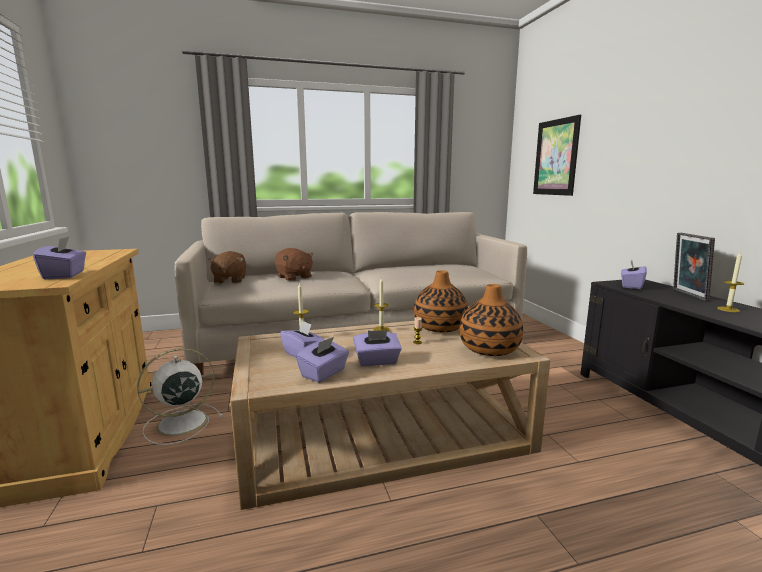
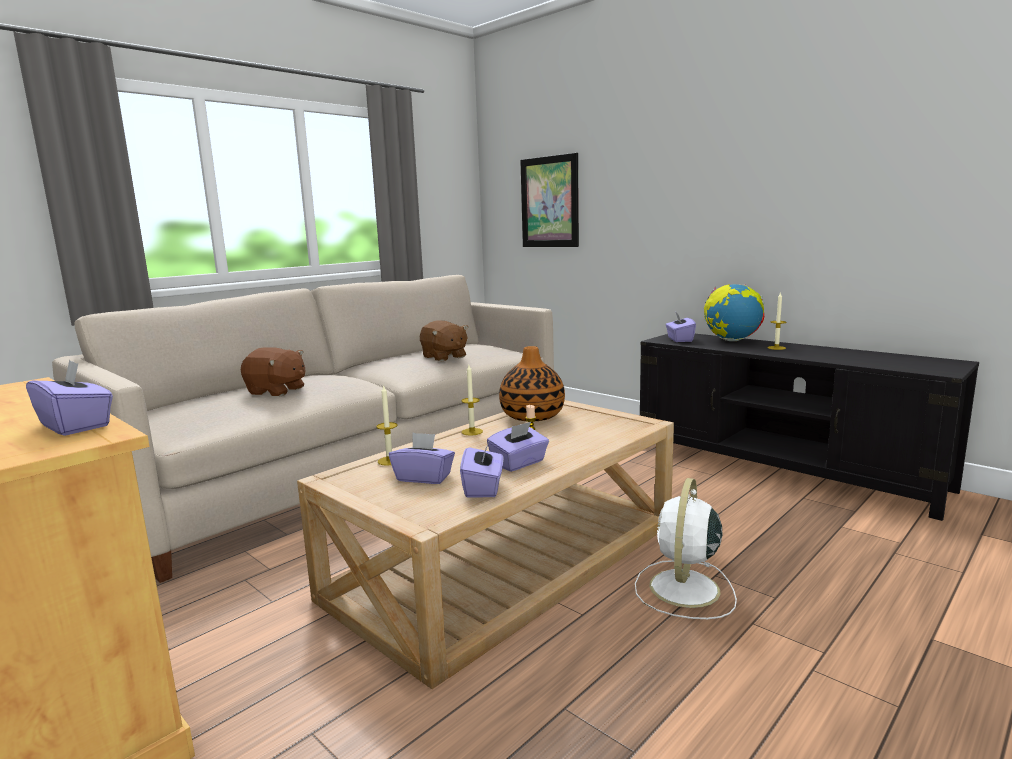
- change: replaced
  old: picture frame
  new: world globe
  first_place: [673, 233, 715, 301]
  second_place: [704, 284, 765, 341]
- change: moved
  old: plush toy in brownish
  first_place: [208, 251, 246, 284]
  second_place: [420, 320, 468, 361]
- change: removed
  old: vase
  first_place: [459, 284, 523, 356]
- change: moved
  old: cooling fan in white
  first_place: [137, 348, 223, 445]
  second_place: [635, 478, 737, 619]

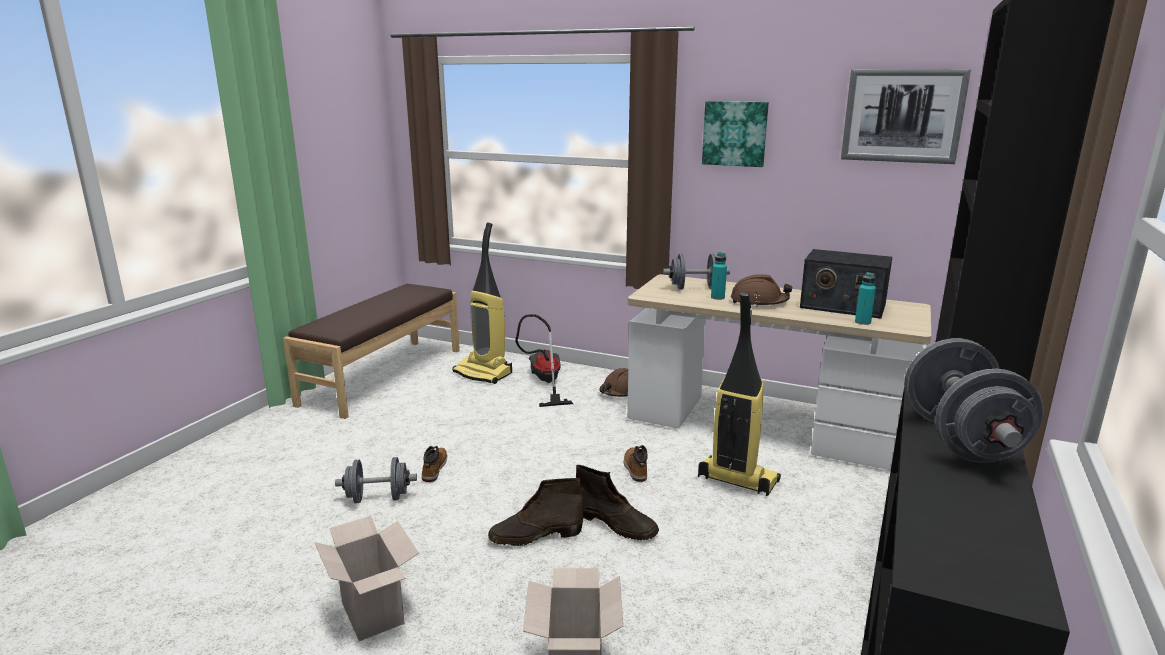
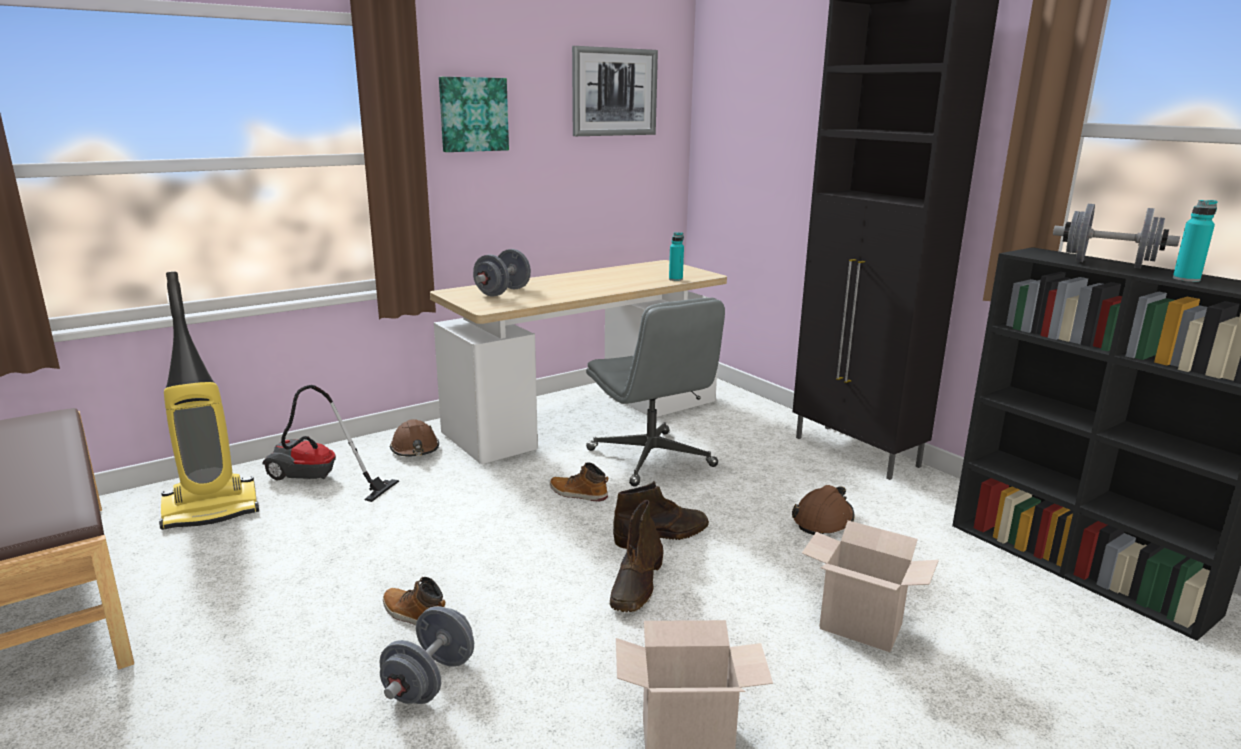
- change: removed
  old: radio
  first_place: [800, 249, 892, 319]
- change: moved
  old: drink bottle in blue-green
  first_place: [711, 252, 727, 300]
  second_place: [1173, 200, 1218, 282]
- change: moved
  old: safety helmet in brownish
  first_place: [731, 274, 792, 307]
  second_place: [792, 485, 854, 535]
- change: replaced
  old: vacuum
  new: desk chair in gray
  first_place: [698, 291, 781, 496]
  second_place: [586, 298, 725, 487]

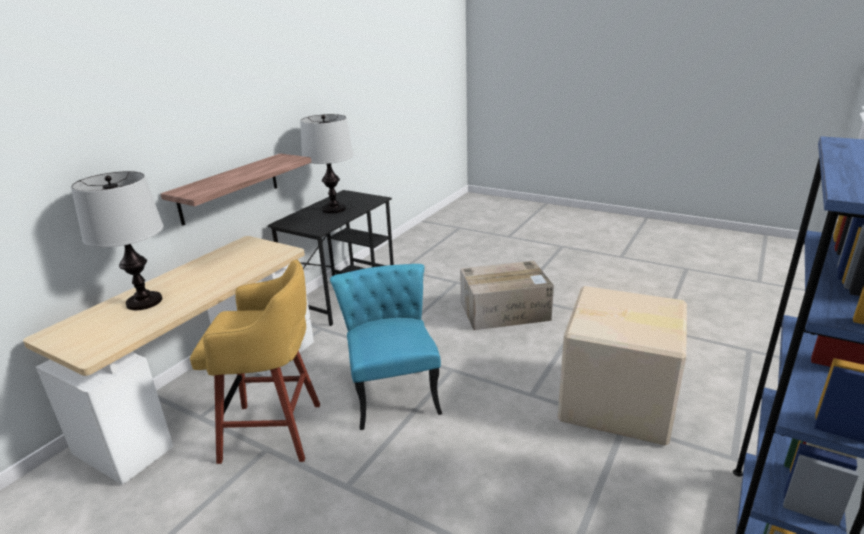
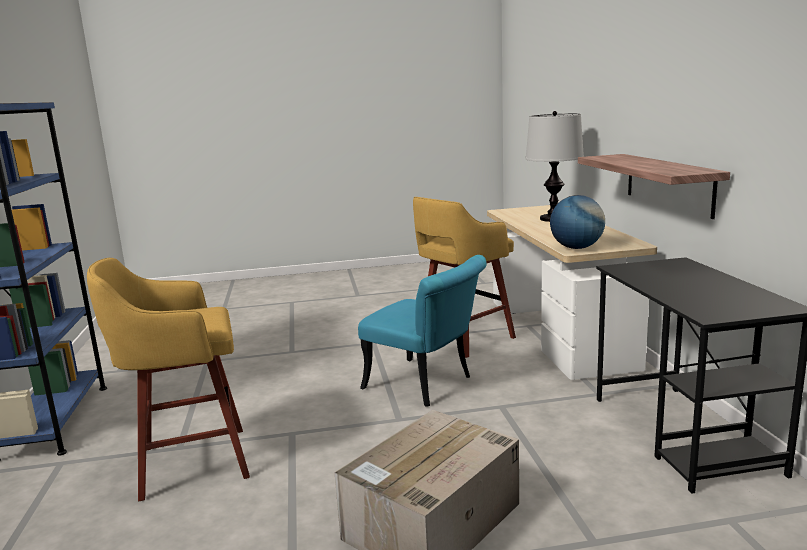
- change: removed
  old: tabletop lamp
  first_place: [300, 114, 354, 213]
- change: replaced
  old: cardboard box
  new: stool seat in yellowish
  first_place: [558, 286, 687, 445]
  second_place: [87, 258, 250, 501]
- change: added
  new: world globe
  second_place: [550, 195, 605, 249]

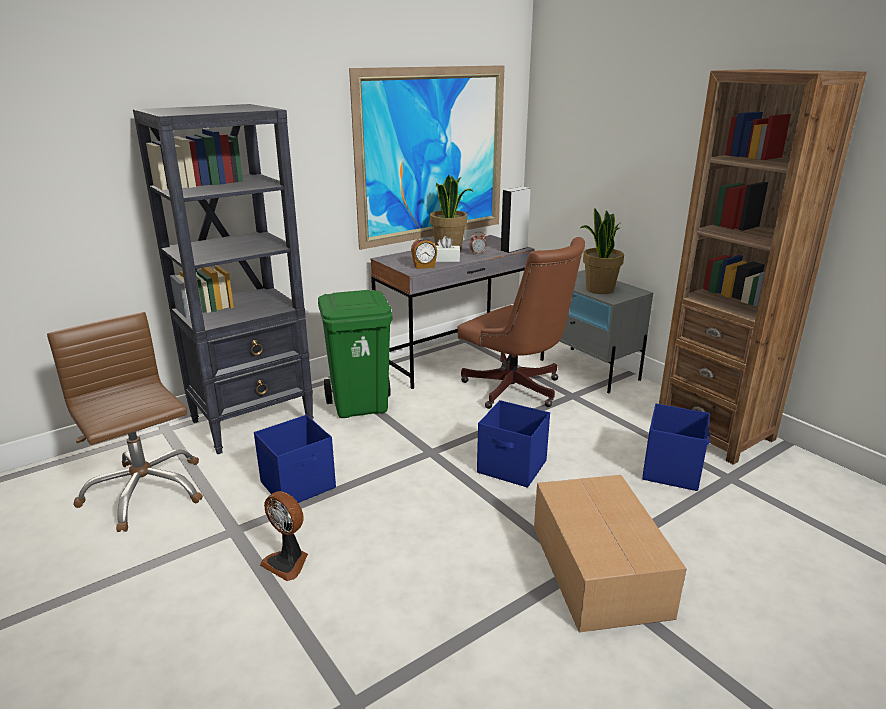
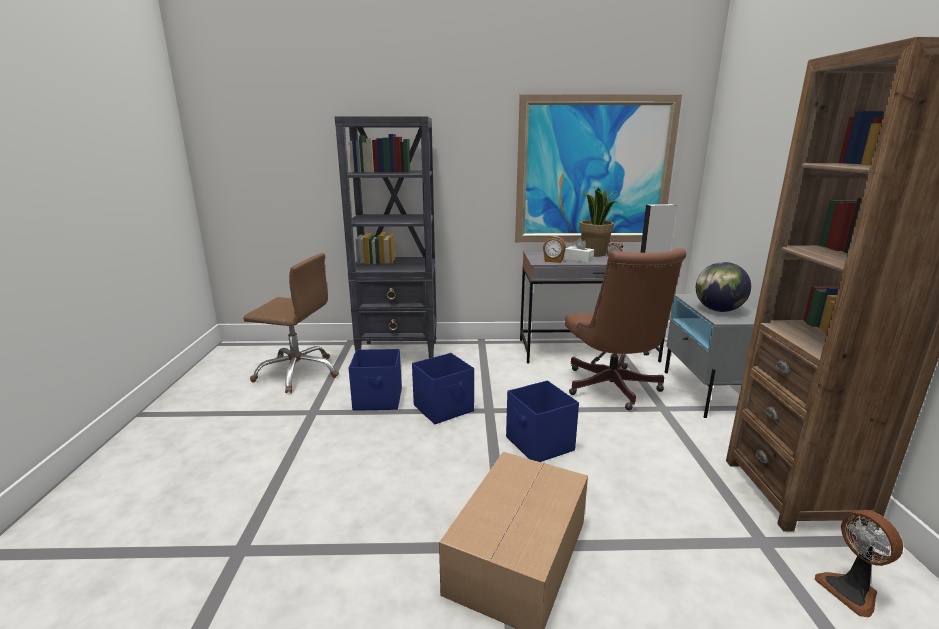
- change: replaced
  old: houseplant
  new: world globe
  first_place: [580, 208, 624, 294]
  second_place: [696, 262, 751, 312]
- change: removed
  old: waste bin in green-coloured
  first_place: [318, 290, 393, 418]
- change: turned
  old: desk chair in brownish
  first_place: [47, 312, 203, 532]
  second_place: [243, 253, 339, 393]
  degrees: 105
- change: moved
  old: storage bin in blue-coloured
  first_place: [642, 404, 711, 491]
  second_place: [412, 353, 474, 424]
- change: moved
  old: cooling fan
  first_place: [260, 491, 308, 581]
  second_place: [814, 510, 903, 617]

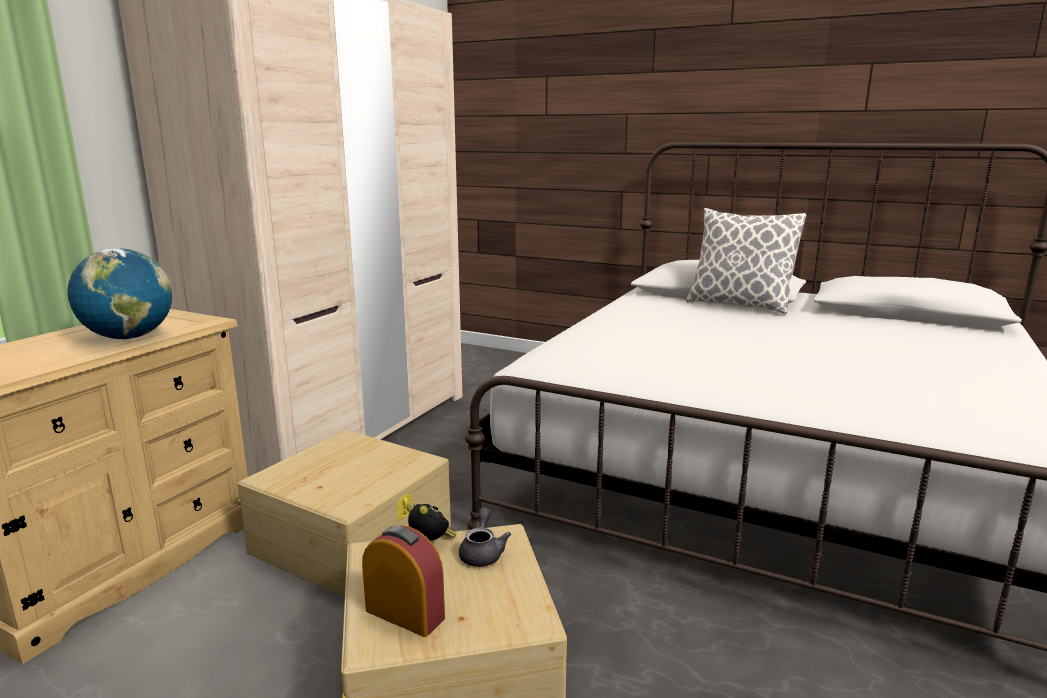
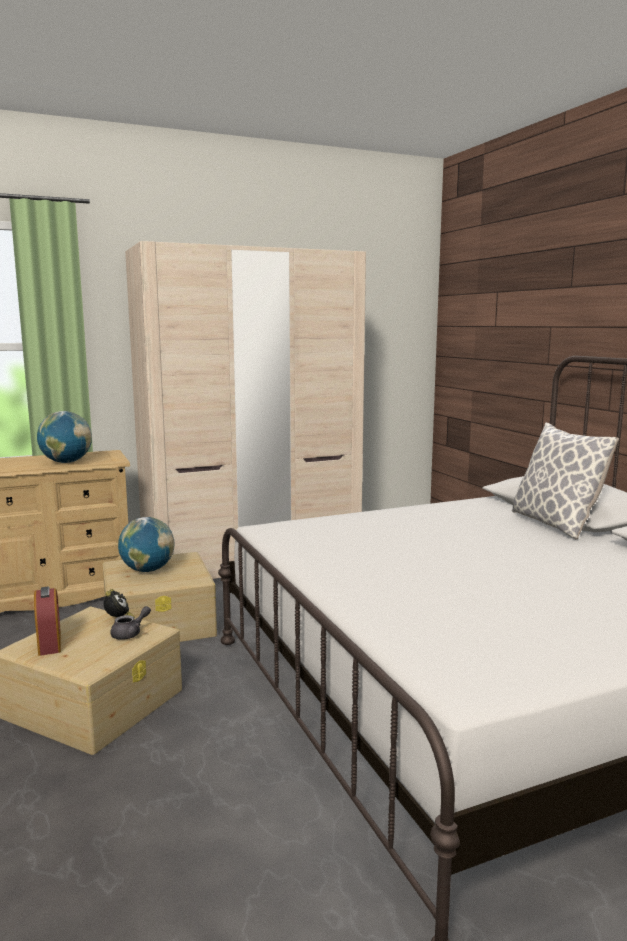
- change: added
  new: world globe
  second_place: [118, 517, 175, 572]

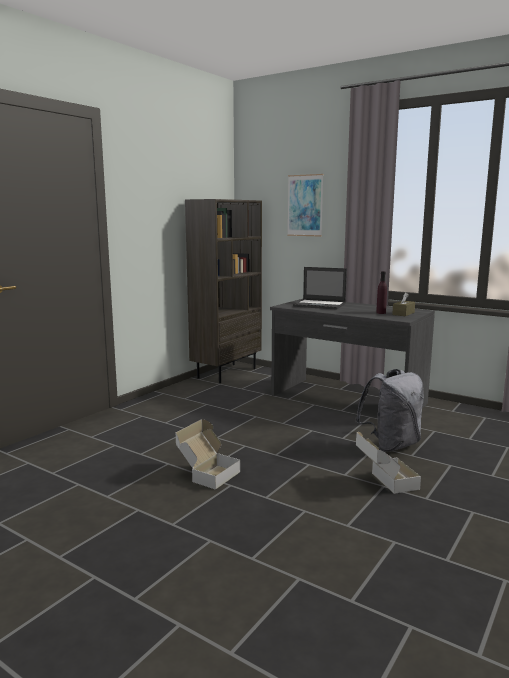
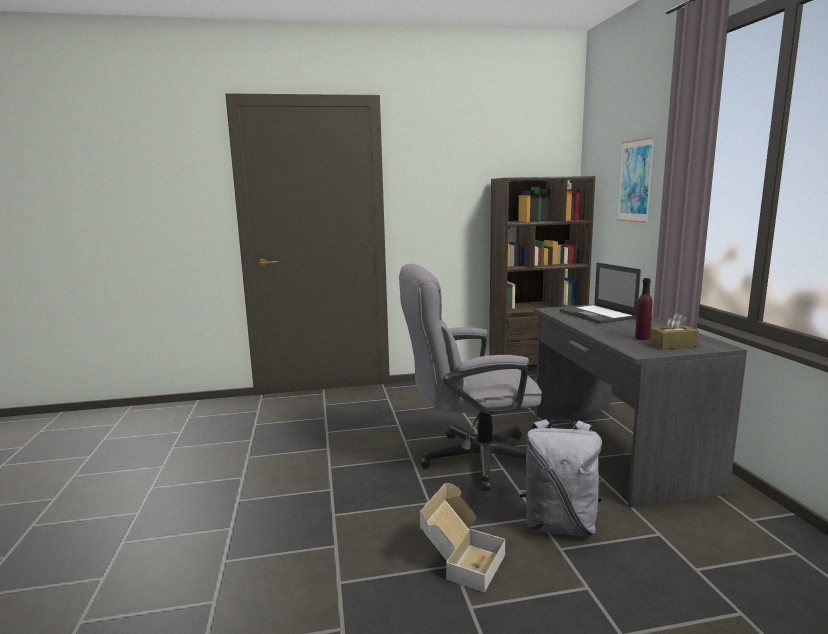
- change: removed
  old: cardboard box
  first_place: [176, 419, 240, 490]
- change: added
  new: desk chair in gray
  second_place: [399, 264, 542, 491]

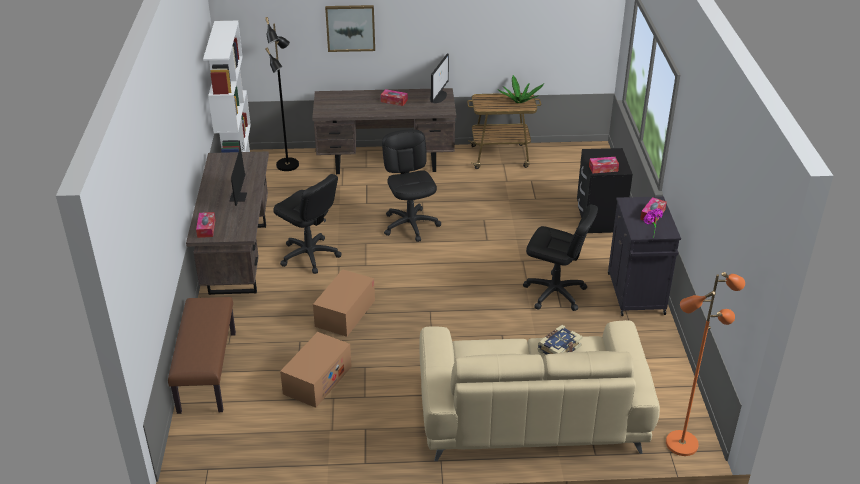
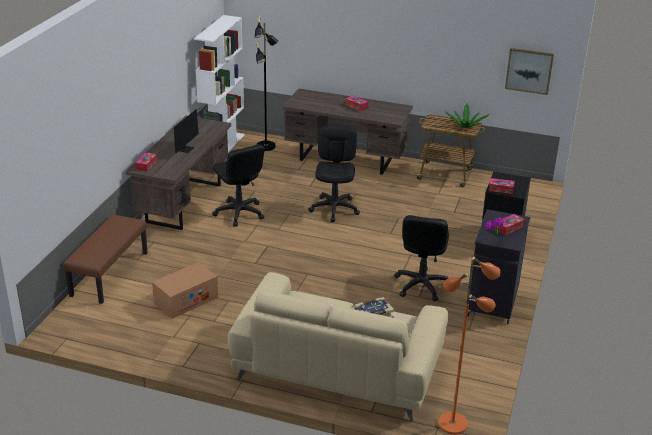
- change: moved
  old: wall picture
  first_place: [325, 5, 375, 52]
  second_place: [505, 48, 554, 95]
- change: removed
  old: computer screen
  first_place: [430, 54, 449, 103]
- change: turned
  old: desk chair in blackish
  first_place: [523, 205, 598, 311]
  second_place: [394, 215, 449, 301]
  degrees: 60
- change: removed
  old: cardboard box
  first_place: [313, 269, 375, 337]

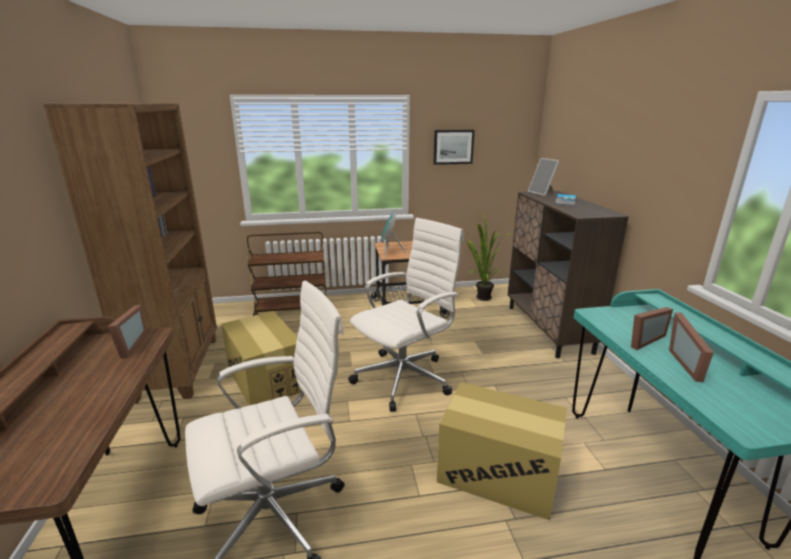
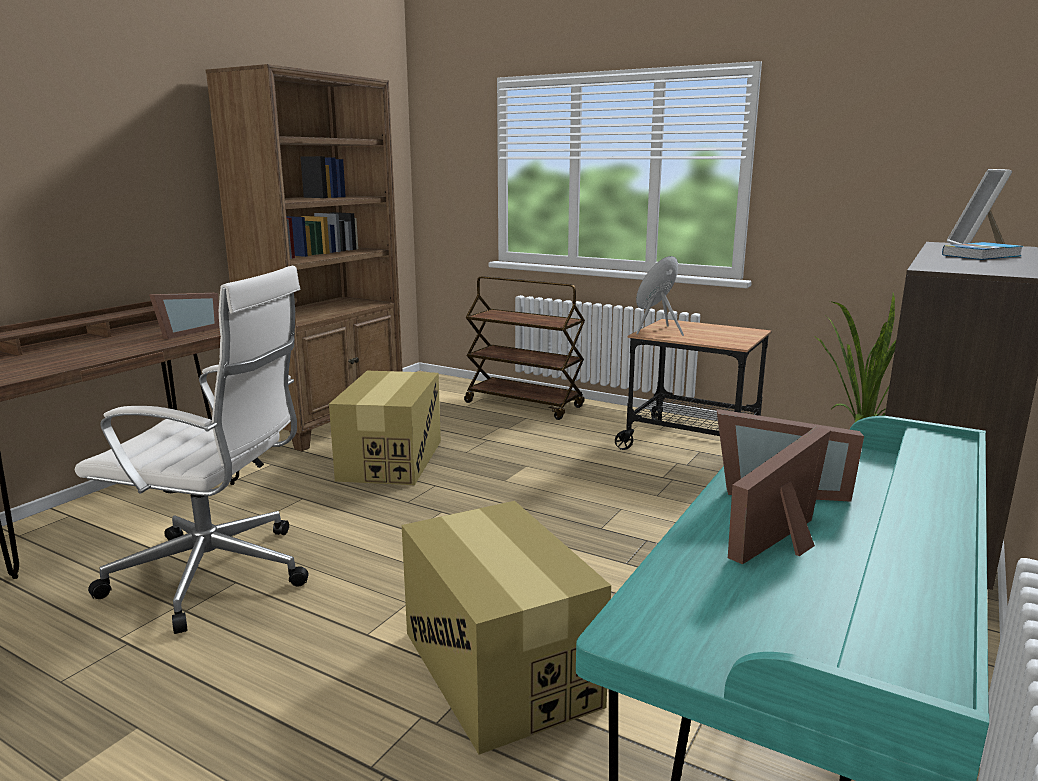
- change: removed
  old: wall picture
  first_place: [434, 130, 475, 165]
- change: removed
  old: desk chair in white
  first_place: [348, 218, 464, 412]

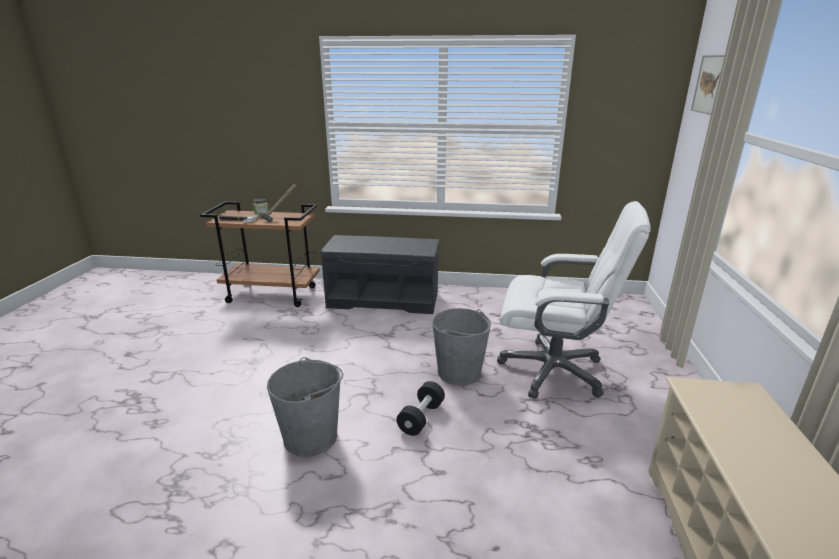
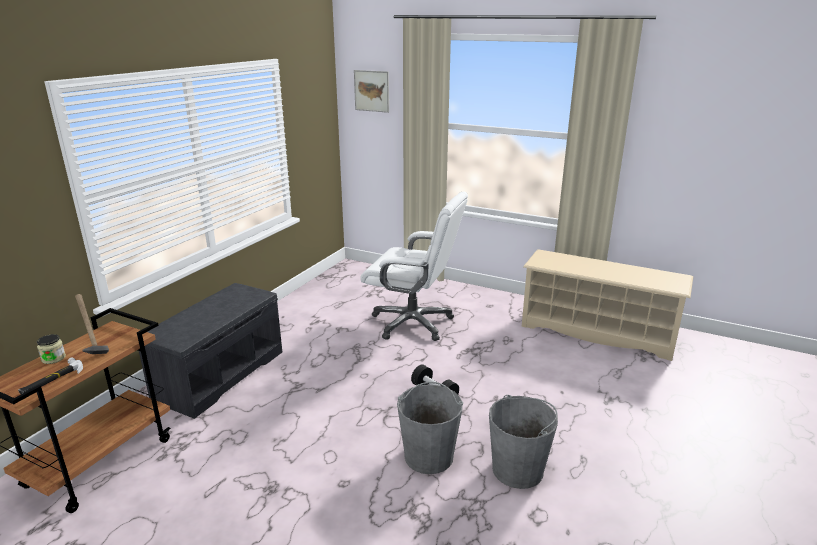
- change: turned
  old: desk chair in white
  first_place: [497, 201, 650, 399]
  second_place: [360, 192, 468, 341]
  degrees: 75
- change: moved
  old: bucket in gray
  first_place: [432, 308, 491, 385]
  second_place: [489, 395, 558, 489]

